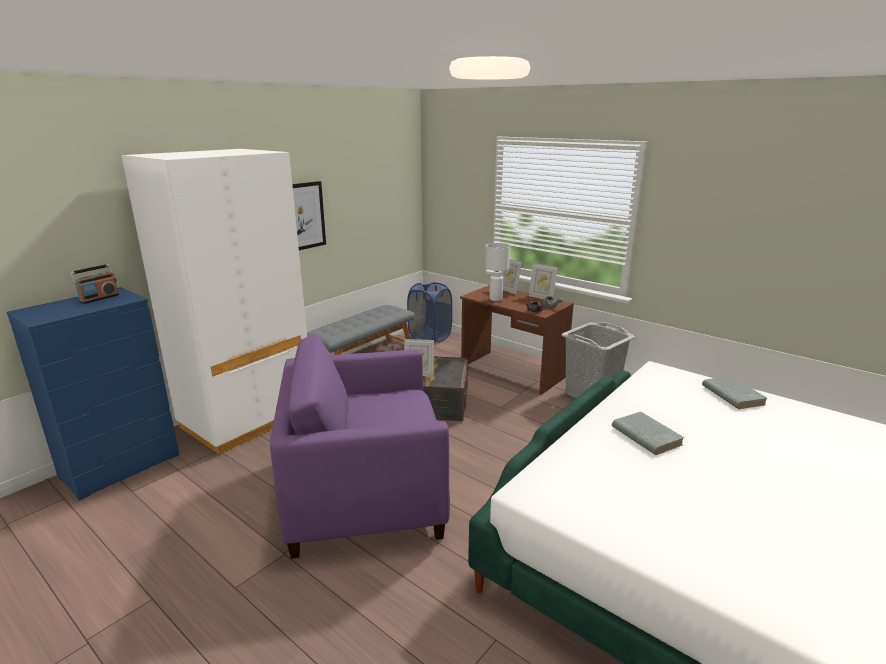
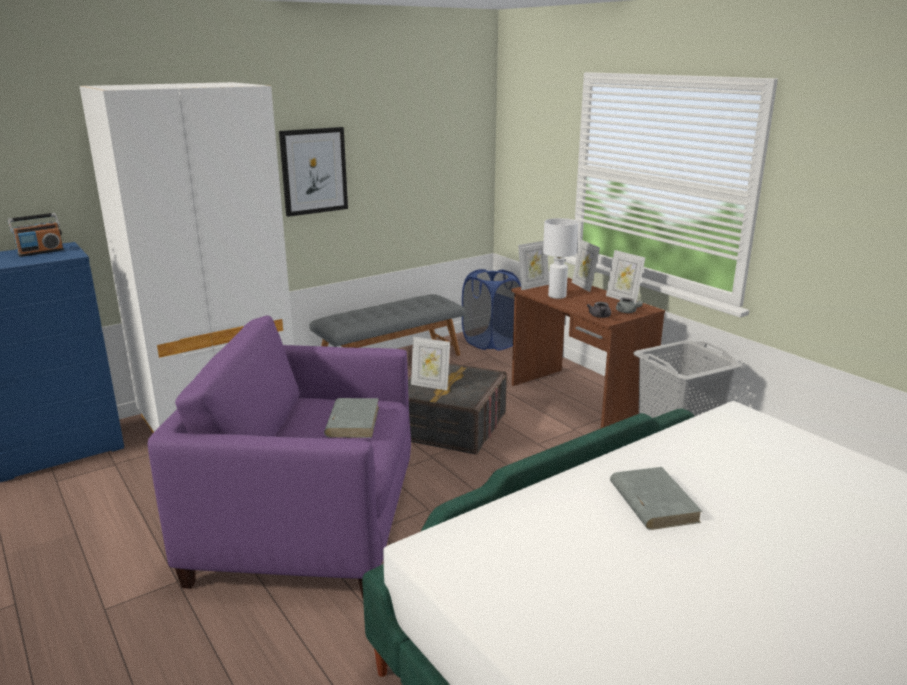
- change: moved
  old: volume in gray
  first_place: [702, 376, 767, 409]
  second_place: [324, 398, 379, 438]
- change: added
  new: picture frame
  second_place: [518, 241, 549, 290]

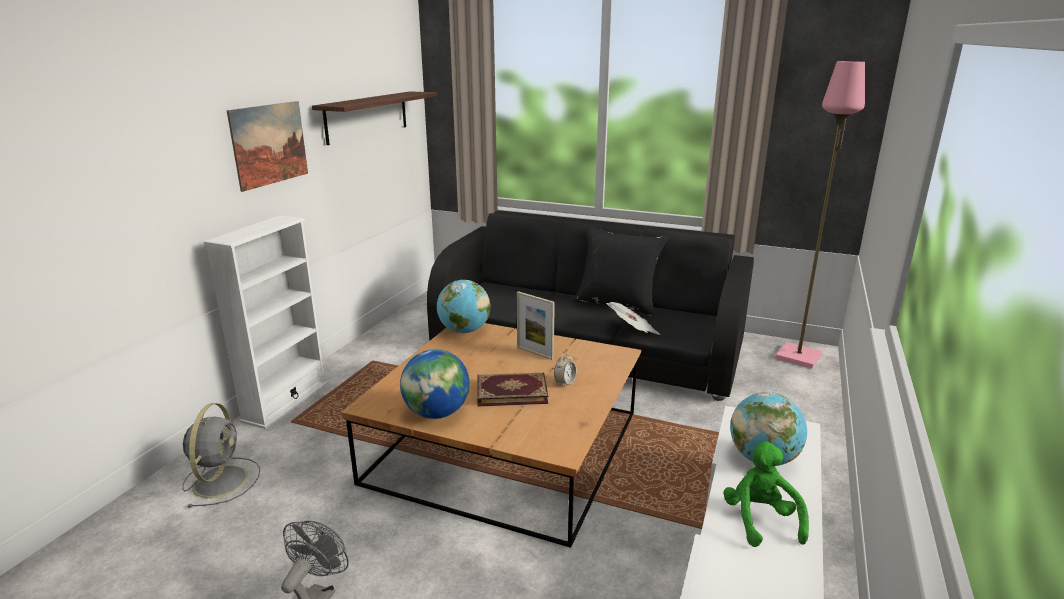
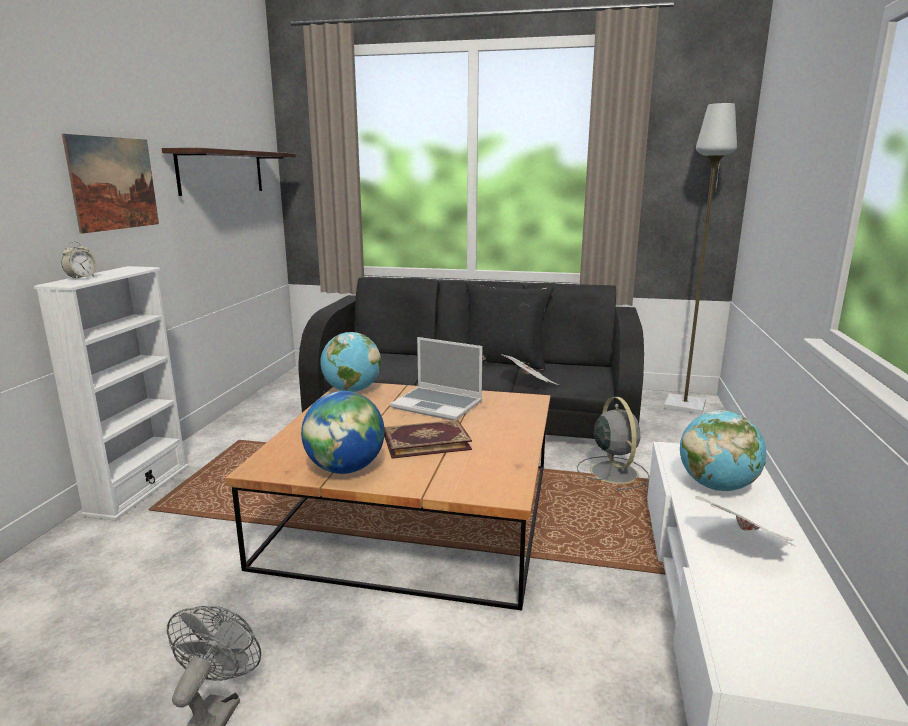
- change: recoloured
  old: standing lamp in pink-coloured
  new: standing lamp in gray
  first_place: [775, 61, 865, 369]
  second_place: [664, 103, 737, 415]
- change: replaced
  old: picture frame
  new: laptop
  first_place: [517, 291, 555, 360]
  second_place: [390, 337, 482, 420]
- change: moved
  old: bedside clock
  first_place: [554, 353, 577, 387]
  second_place: [61, 241, 97, 279]
- change: moved
  old: cooling fan in gray
  first_place: [182, 403, 260, 508]
  second_place: [577, 397, 650, 491]
- change: replaced
  old: plush toy in green-coloured
  new: printed paper
  first_place: [723, 442, 809, 547]
  second_place: [695, 496, 795, 547]

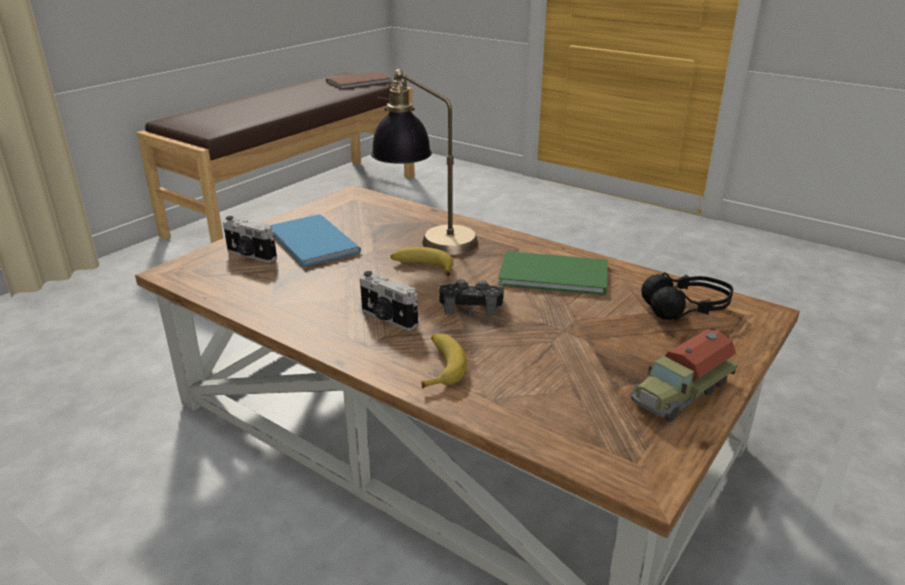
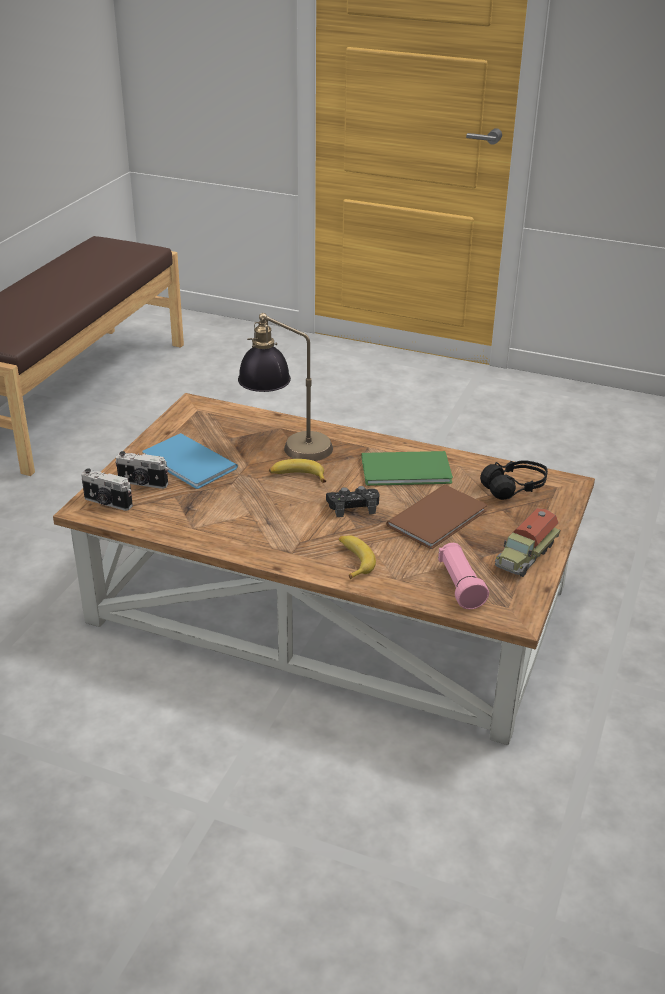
- change: moved
  old: volume in brownish
  first_place: [326, 72, 391, 89]
  second_place: [386, 485, 487, 549]
- change: moved
  old: photo camera
  first_place: [360, 271, 418, 331]
  second_place: [81, 468, 133, 511]
- change: added
  new: torch in pink-coloured
  second_place: [438, 543, 489, 609]

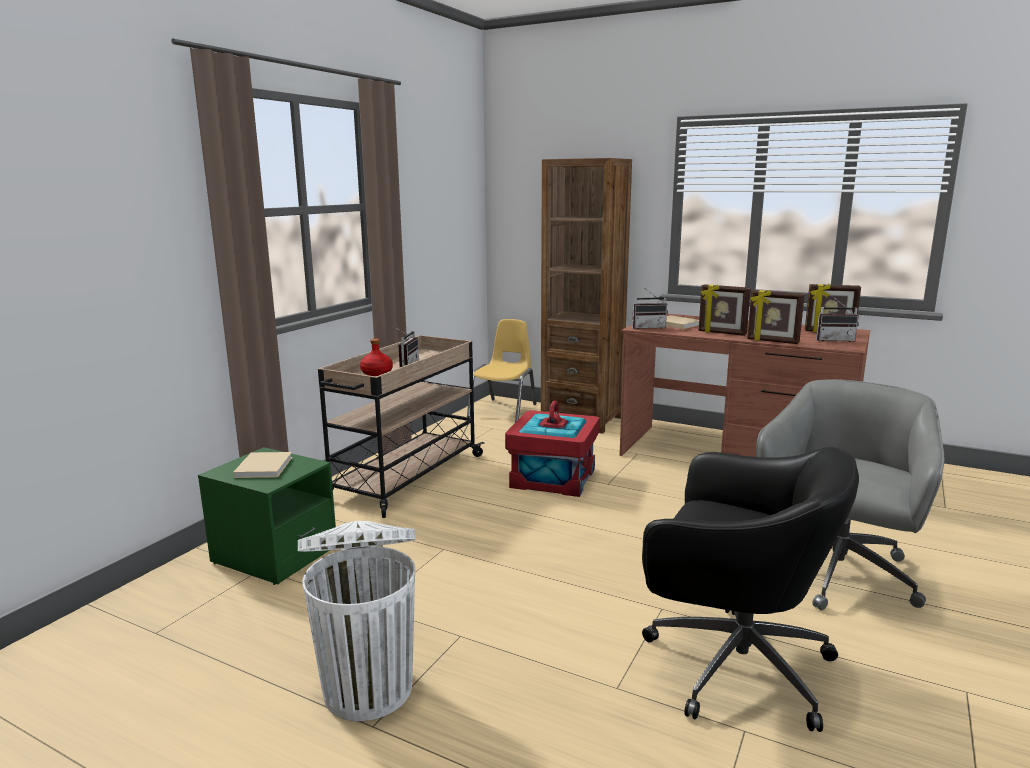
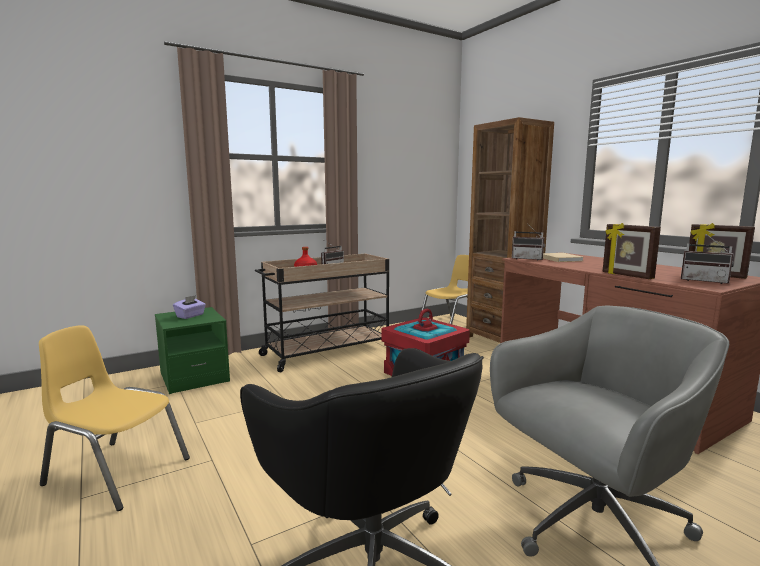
- change: removed
  old: picture frame
  first_place: [698, 284, 751, 336]
- change: replaced
  old: volume in sand-coloured
  new: tissue holder in purplish
  first_place: [233, 452, 293, 478]
  second_place: [173, 295, 206, 319]
- change: replaced
  old: waste bin in white
  new: chair in yellowish
  first_place: [298, 521, 416, 721]
  second_place: [39, 326, 190, 511]

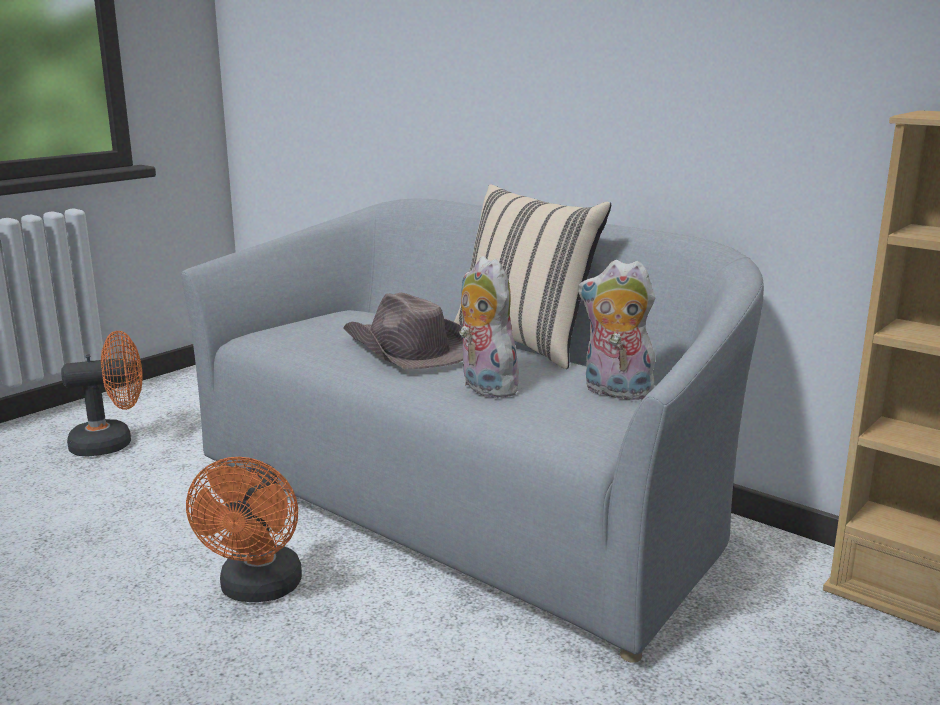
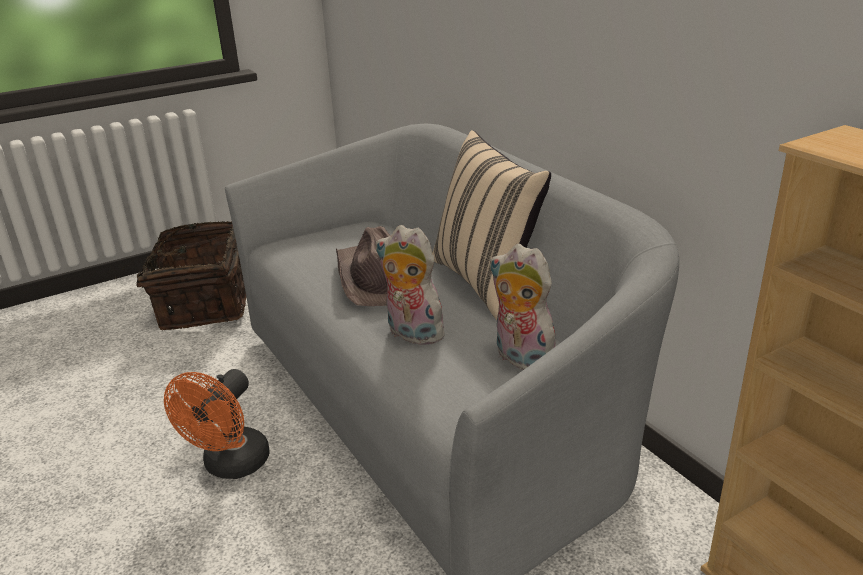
- change: turned
  old: plush toy
  first_place: [459, 256, 519, 398]
  second_place: [376, 225, 449, 345]
  degrees: -45
- change: replaced
  old: cooling fan in orangey
  new: storage basket
  first_place: [61, 331, 143, 457]
  second_place: [123, 221, 246, 331]

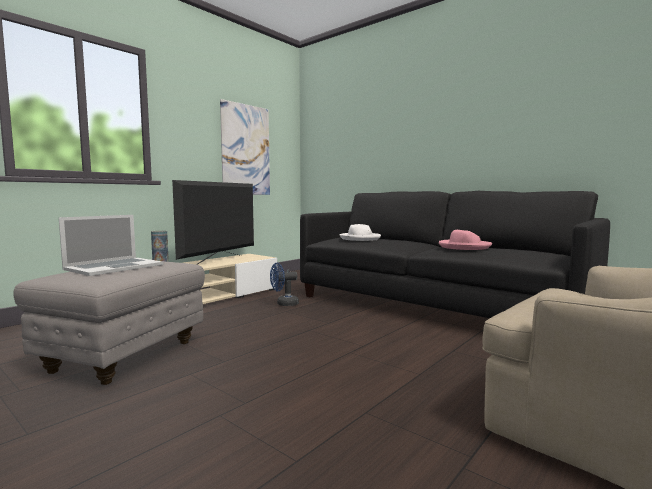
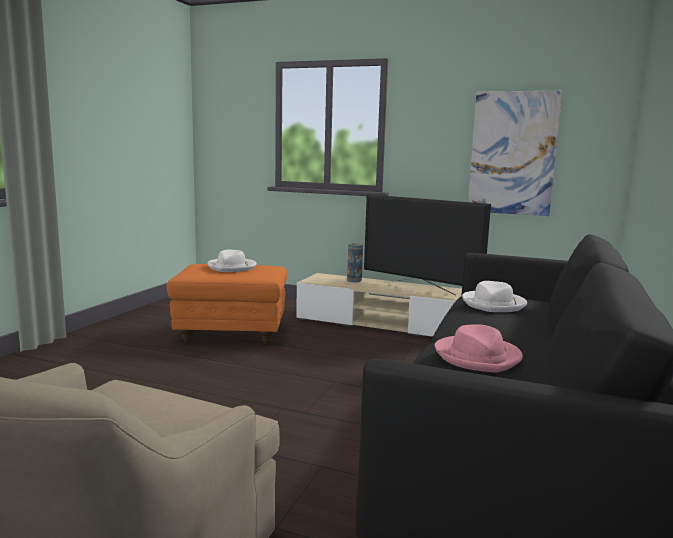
- change: turned
  old: TV set
  first_place: [172, 180, 254, 265]
  second_place: [364, 194, 491, 296]
  degrees: -150
- change: replaced
  old: laptop
  new: hat in white
  first_place: [59, 215, 164, 276]
  second_place: [208, 250, 256, 272]
- change: recoloured
  old: footrest in gray
  new: footrest in orangey
  first_place: [13, 262, 205, 385]
  second_place: [167, 264, 287, 345]
- change: removed
  old: cooling fan in blue-coloured
  first_place: [270, 263, 299, 306]

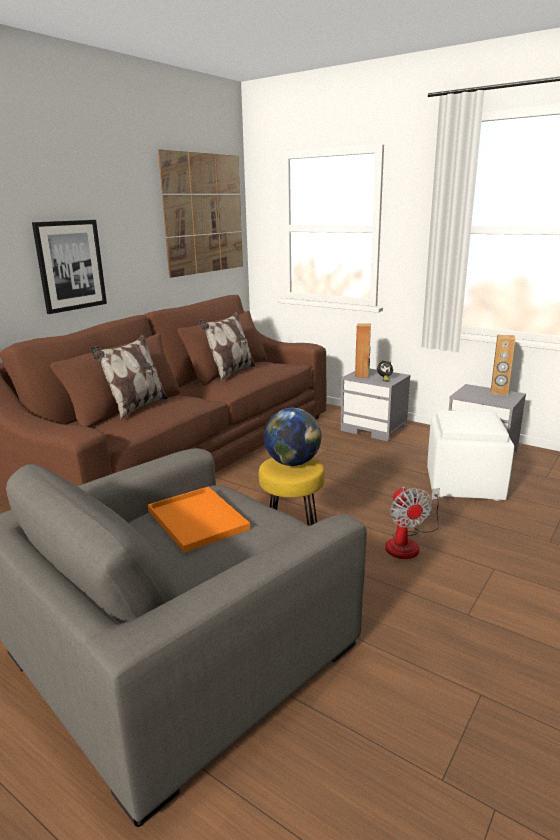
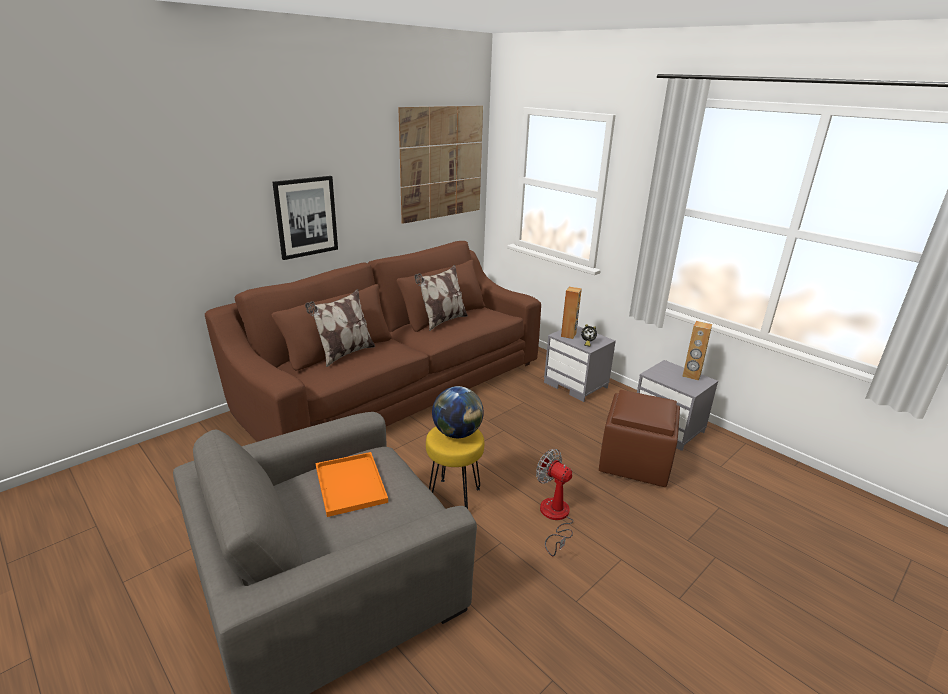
- change: recoloured
  old: footrest in white
  new: footrest in brownish
  first_place: [427, 410, 514, 501]
  second_place: [599, 390, 680, 487]
- change: turned
  old: cooling fan
  first_place: [385, 487, 440, 559]
  second_place: [536, 449, 573, 556]
  degrees: 135

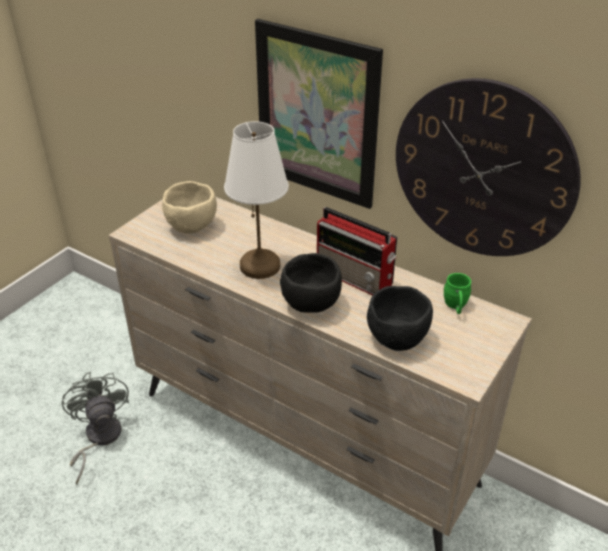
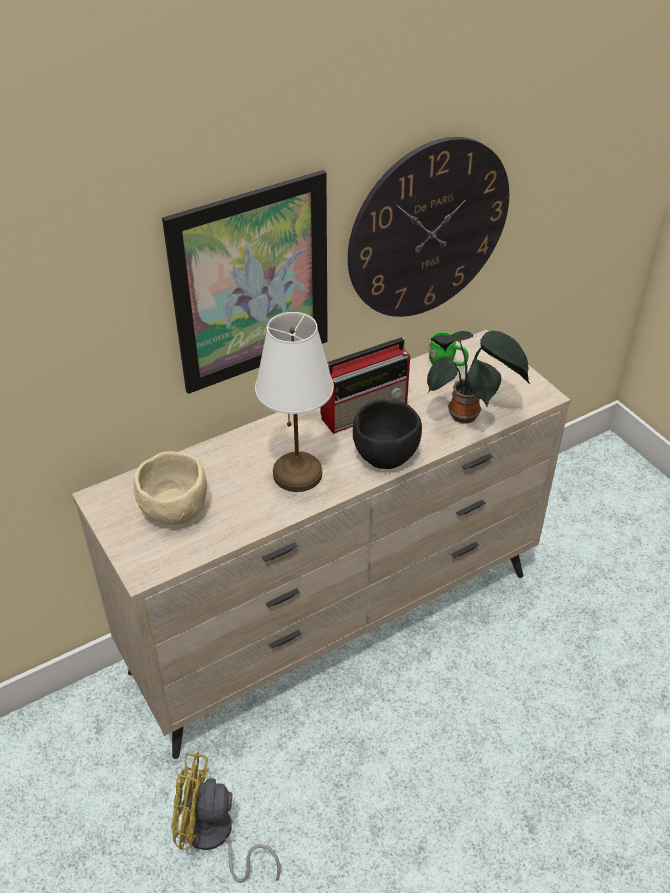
- change: replaced
  old: serving bowl in blackish
  new: houseplant
  first_place: [367, 286, 433, 351]
  second_place: [427, 331, 530, 424]
- change: recoloured
  old: cooling fan in gray
  new: cooling fan in yellowish
  first_place: [62, 372, 129, 485]
  second_place: [171, 752, 281, 883]

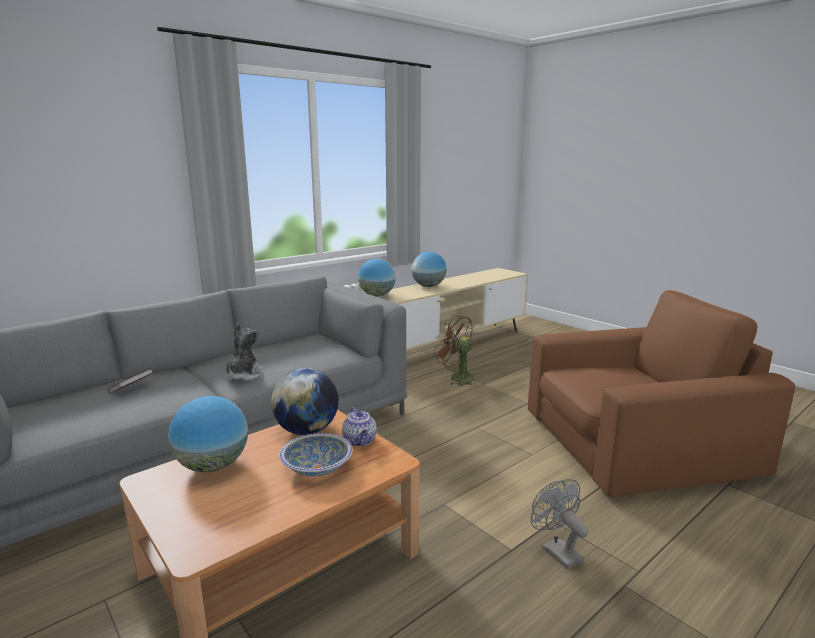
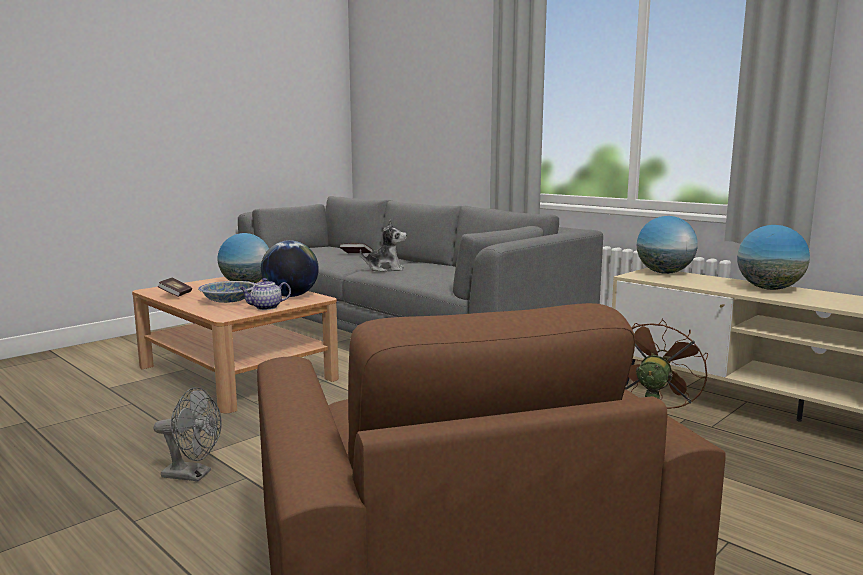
- change: turned
  old: cooling fan in gray
  first_place: [531, 479, 588, 569]
  second_place: [154, 387, 222, 482]
  degrees: 45
- change: added
  new: volume
  second_place: [157, 278, 192, 297]

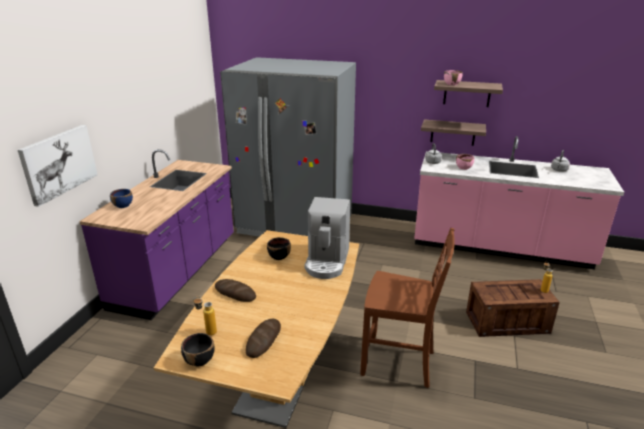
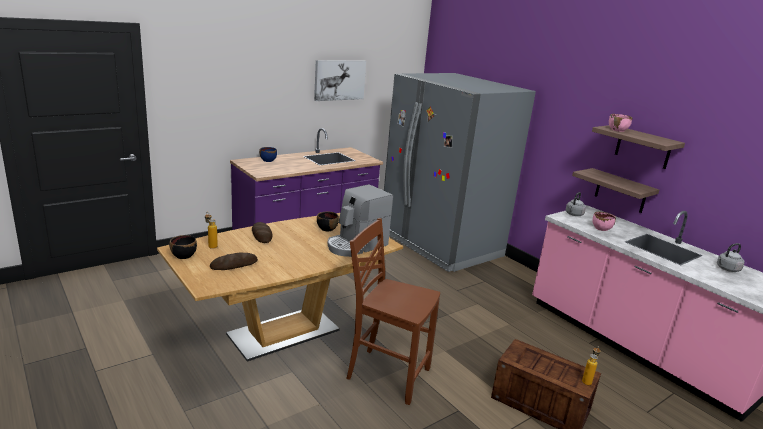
- change: moved
  old: wall picture
  first_place: [18, 125, 97, 207]
  second_place: [314, 60, 366, 101]
- change: turned
  old: chair in brownish
  first_place: [360, 228, 455, 388]
  second_place: [346, 218, 440, 405]
  degrees: 150

